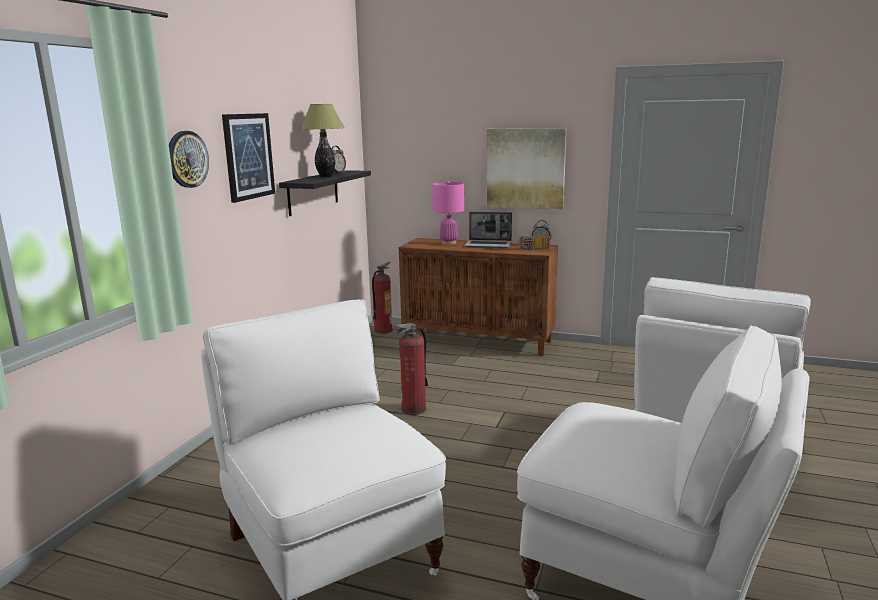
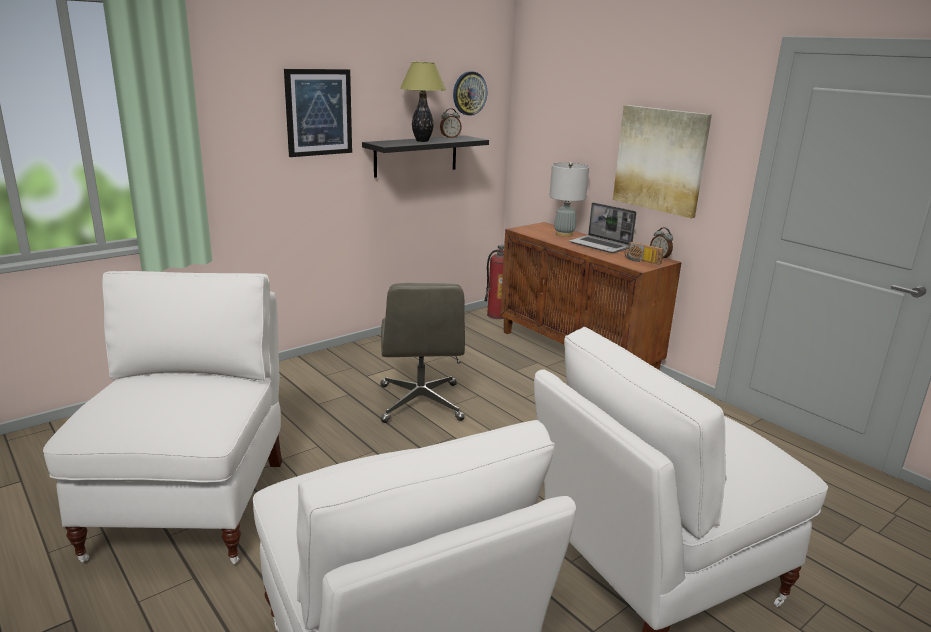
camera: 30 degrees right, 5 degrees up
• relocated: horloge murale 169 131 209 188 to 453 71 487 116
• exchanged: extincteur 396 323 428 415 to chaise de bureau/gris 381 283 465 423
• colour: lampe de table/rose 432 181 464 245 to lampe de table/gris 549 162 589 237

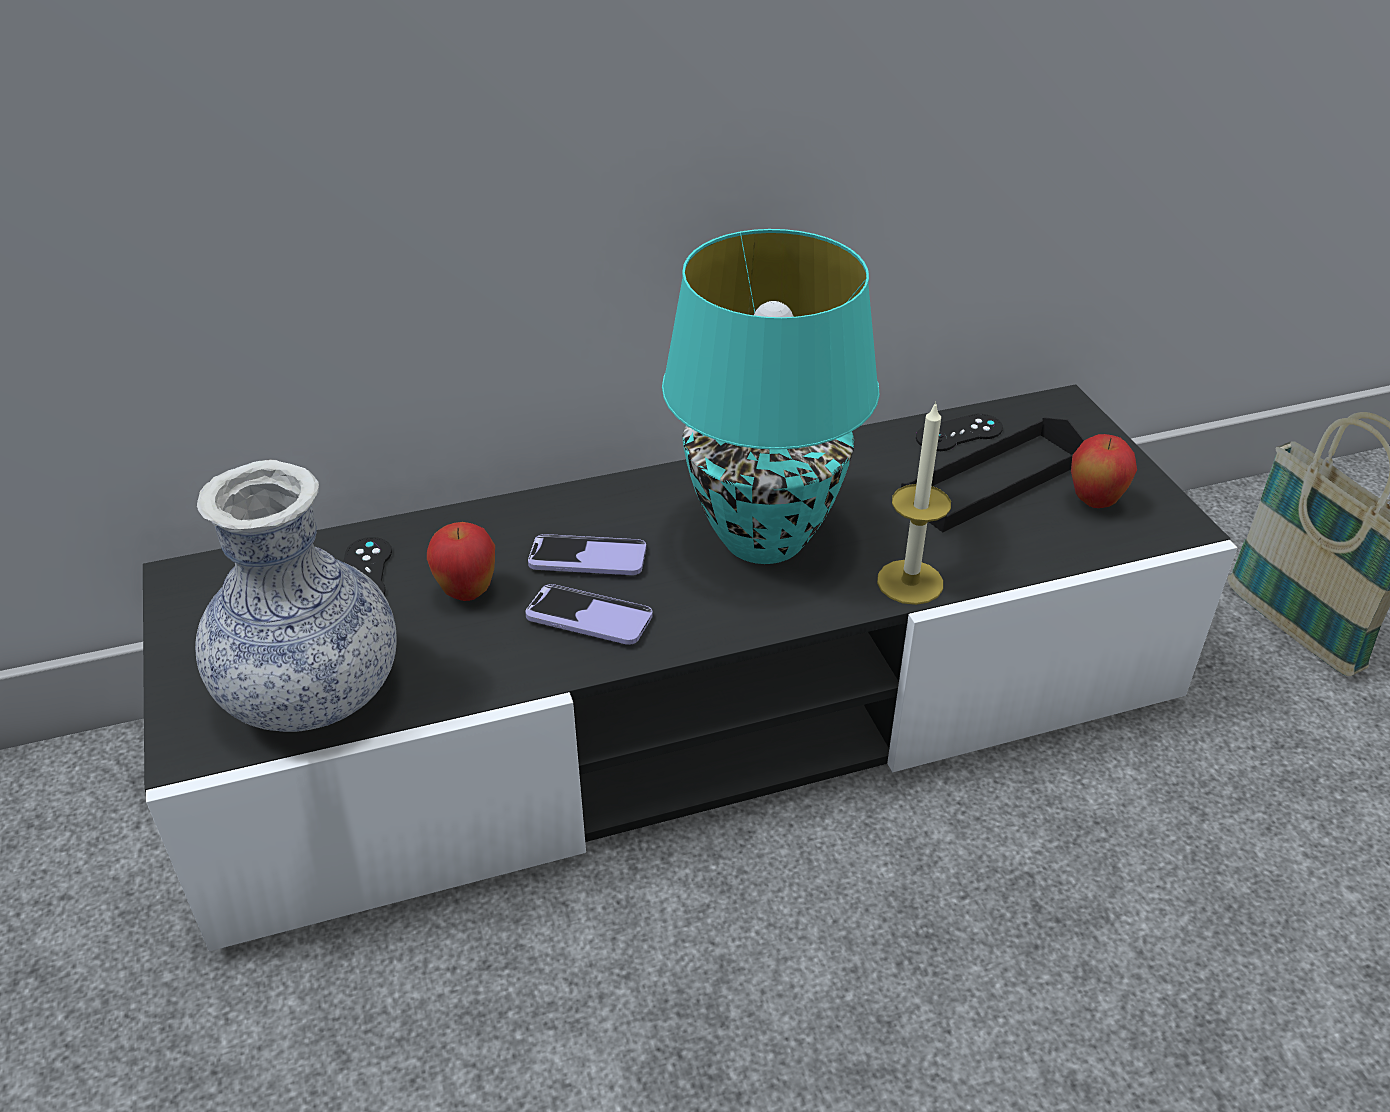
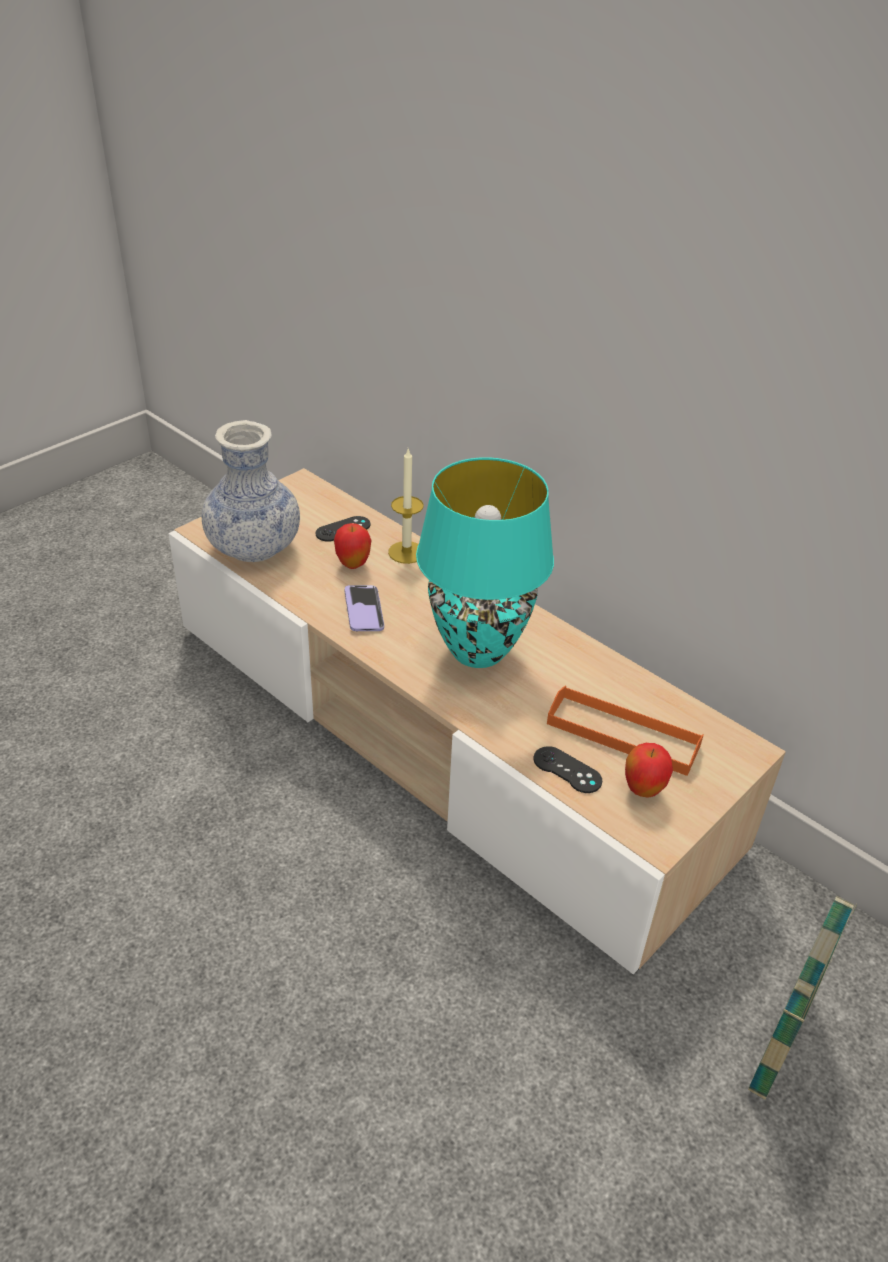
camera: 60 degrees right, 0 degrees up
• missing: téléphone 528 534 646 575
• relocated: bougie 877 401 951 605 to 388 449 424 564
• relocated: manette/noir 916 414 1003 451 to 534 746 602 793
• colour: meuble télé/noir 143 384 1237 951 to meuble télé/beige 168 468 786 974
• colour: plateau/noir 901 417 1084 533 to plateau/orange 547 686 703 776

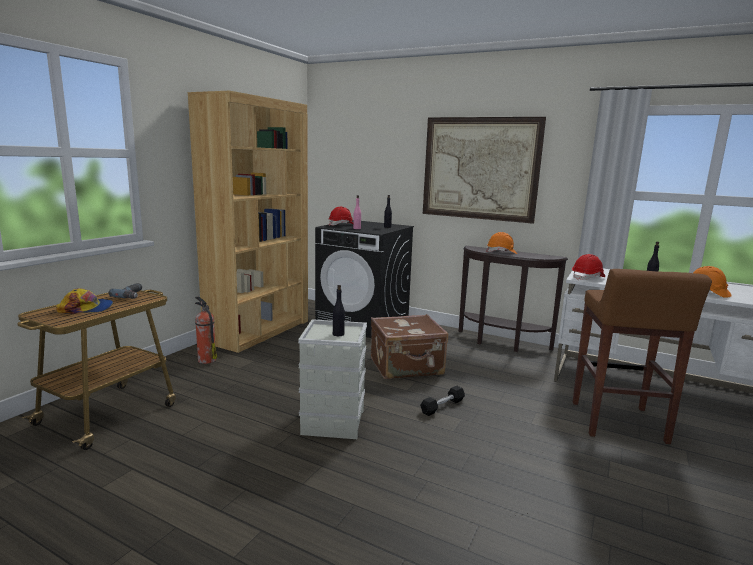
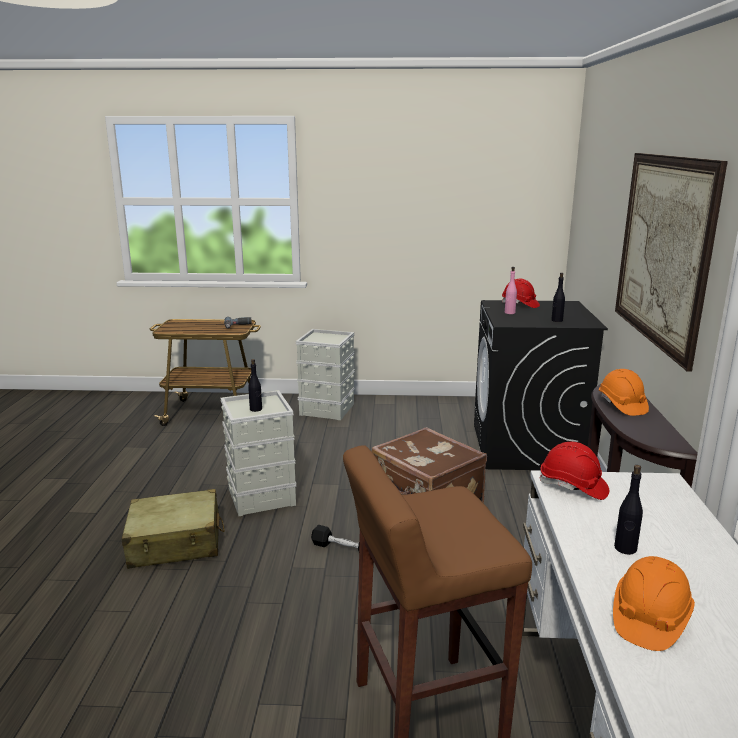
camera: 65 degrees right, 5 degrees up
• missing: casquette 56 288 113 314
• missing: bibliothèque/marron 188 91 308 353
• appeared: valise/beige 122 489 225 569
• exchanged: extincteur 195 296 217 364 to boîte de rangement/gris 295 329 355 420

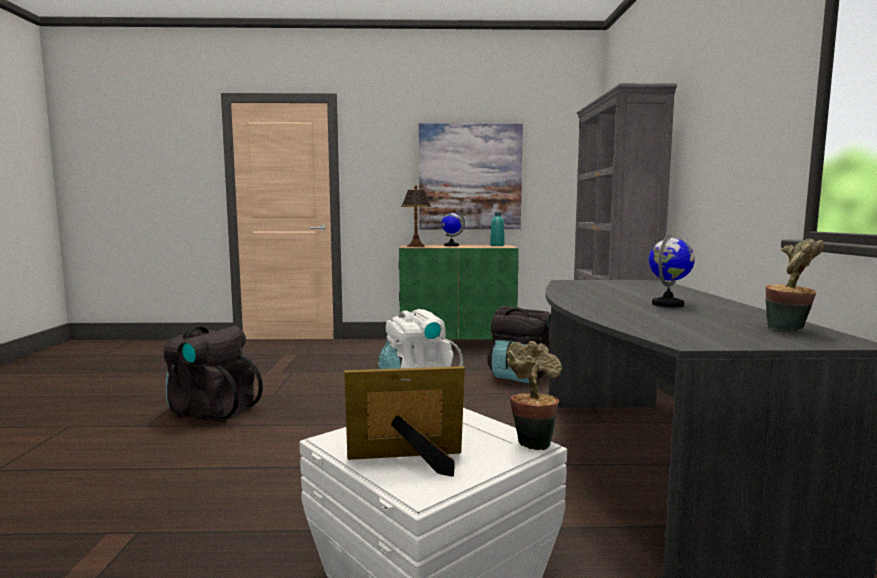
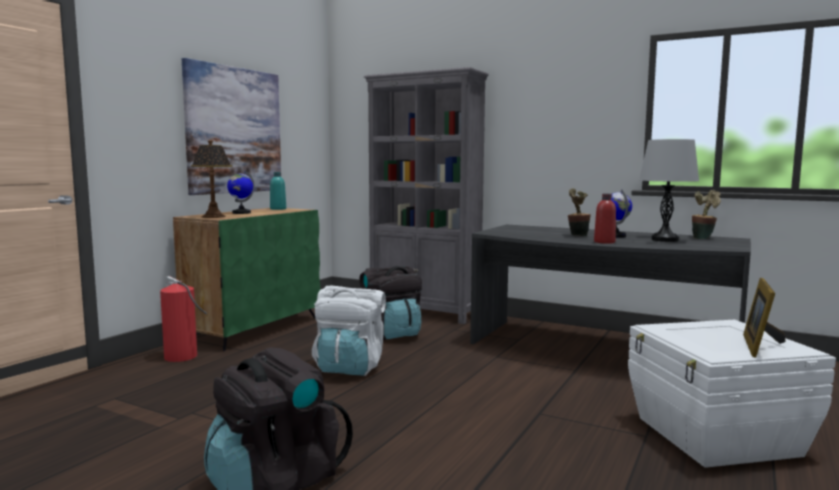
camera: 60 degrees left, 0 degrees up
• appeared: extincteur 160 276 207 362
• appeared: bouteille/rouge 594 194 616 244
• appeared: lampe de table/gris 639 139 699 242
• relocated: plante en pot 506 341 562 450 to 568 188 591 236

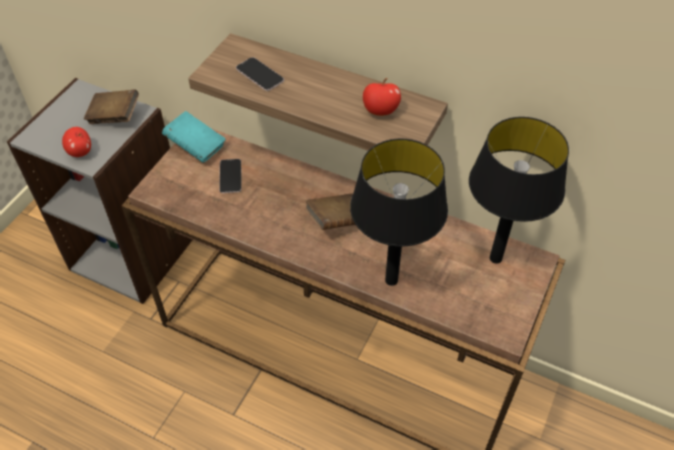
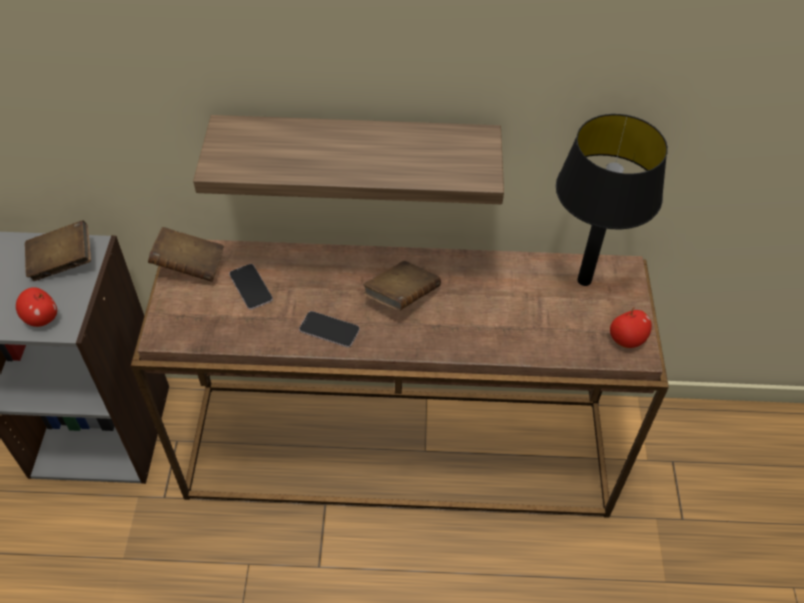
camera: 25 degrees left, 0 degrees up
• missing: lampe de table/noir 350 139 448 286
• relocated: téléphone 236 57 284 91 to 299 311 360 347
• relocated: pomme 363 78 401 116 to 610 307 652 348
• colour: livre/turquoise 162 111 226 163 to livre/marron 148 227 224 282

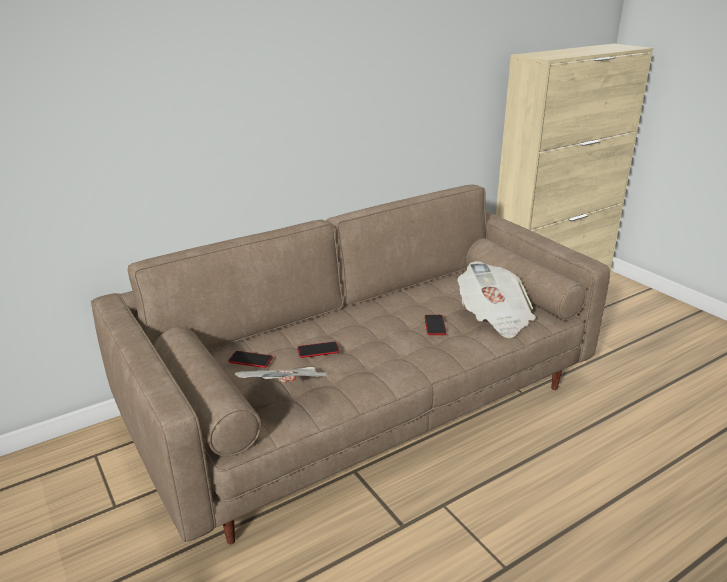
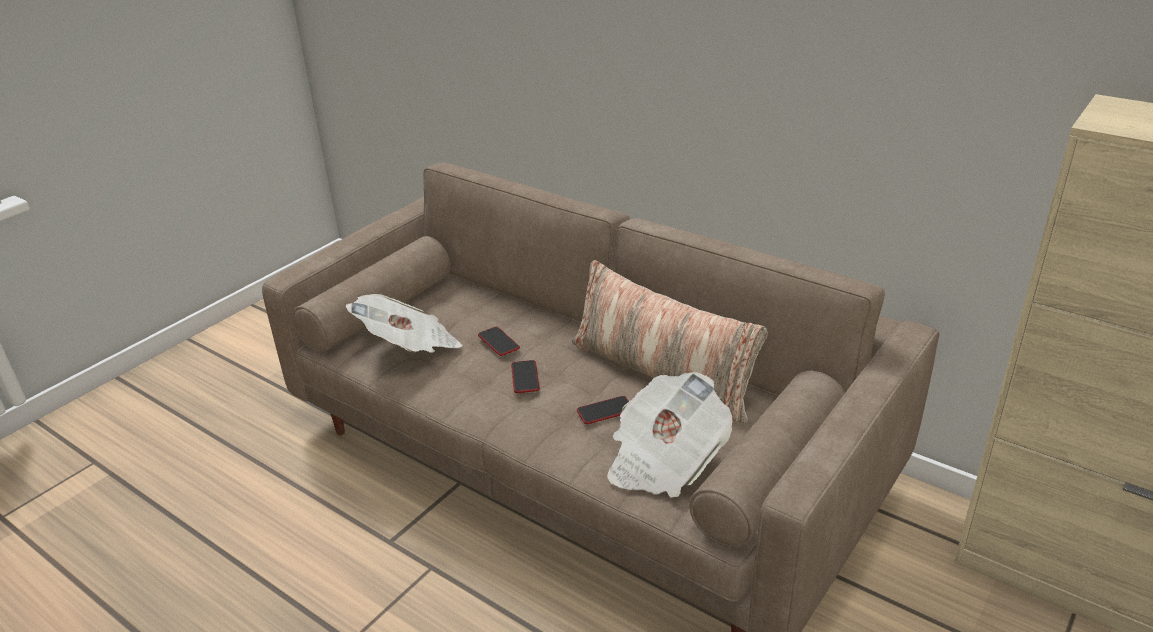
camera: 70 degrees right, 5 degrees up
• appeared: coussin 572 260 768 424
• relocated: téléphone 228 351 273 368 to 511 360 539 393

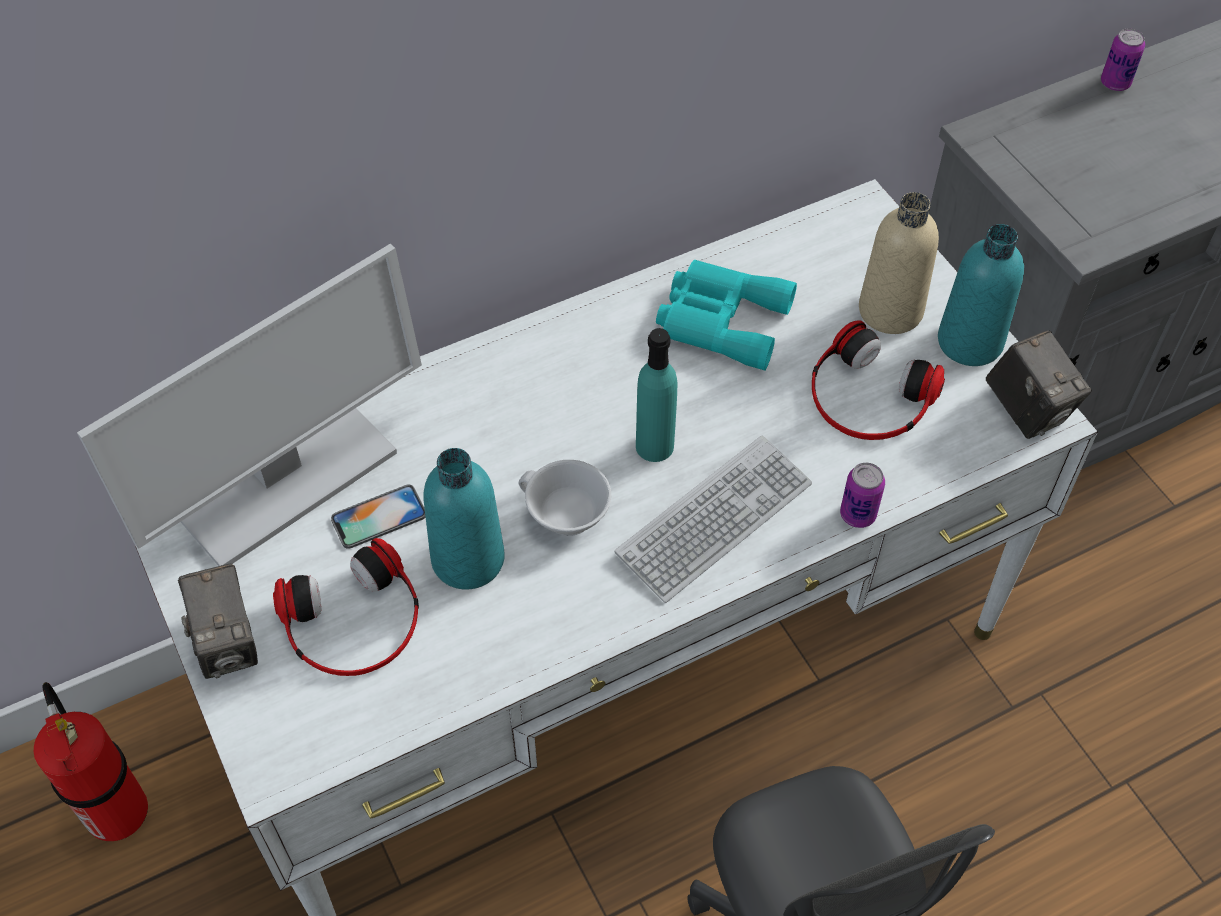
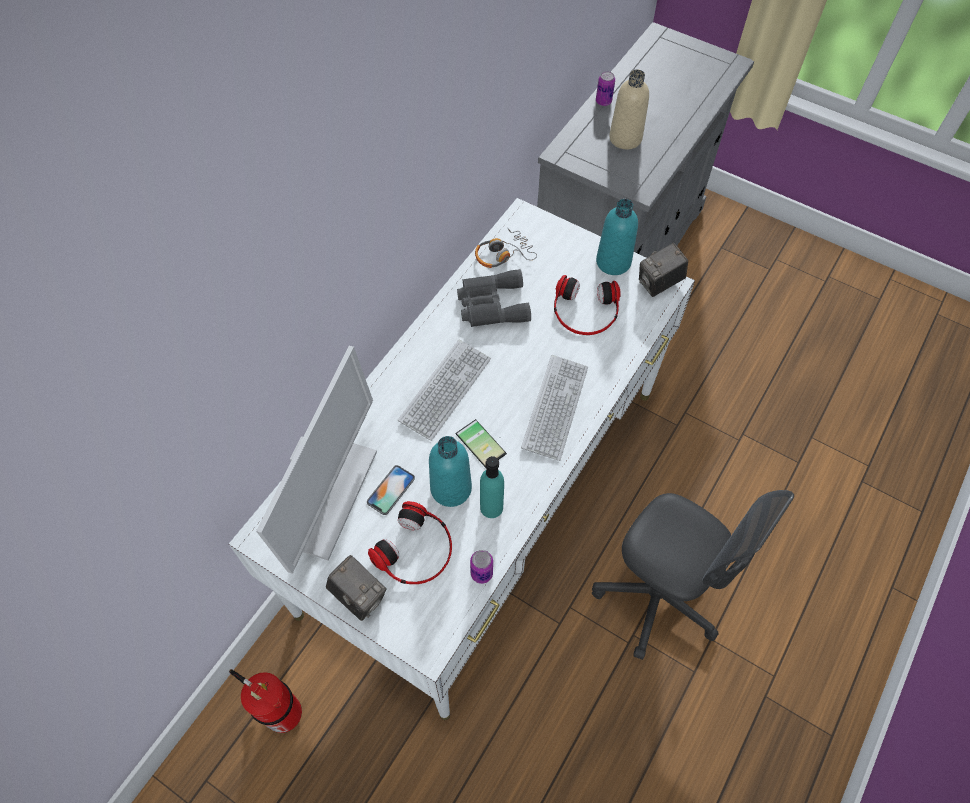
camera: 30 degrees left, 5 degrees up
• appeared: clavier 398 340 491 441
• appeared: casque audio 475 228 537 268
• relocated: bouteille/turquoise 636 328 677 462 to 480 456 504 518
• relocated: boîte métallique 840 463 885 528 to 470 550 493 584
• relocated: bouteille/beige 859 192 939 334 to 609 69 649 149
• exchanged: tasse/blanc 518 460 611 536 to téléphone 456 419 507 469
• colour: jumelles/turquoise 656 259 797 370 to jumelles/gris 457 269 531 327
• spun: appareil photo 985 330 1092 439 = 639 243 688 297 120 degrees clockwise

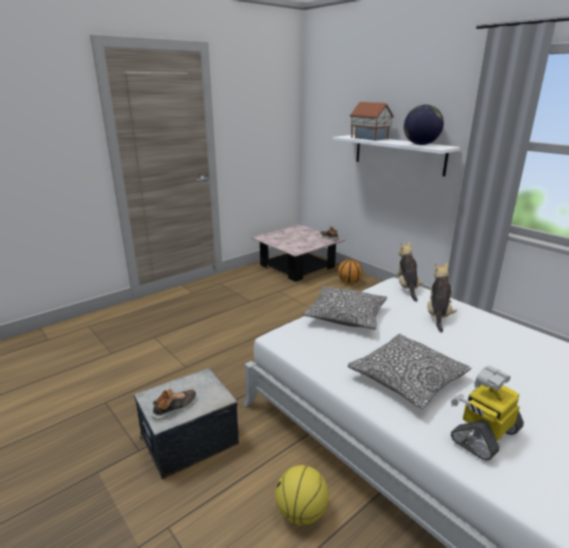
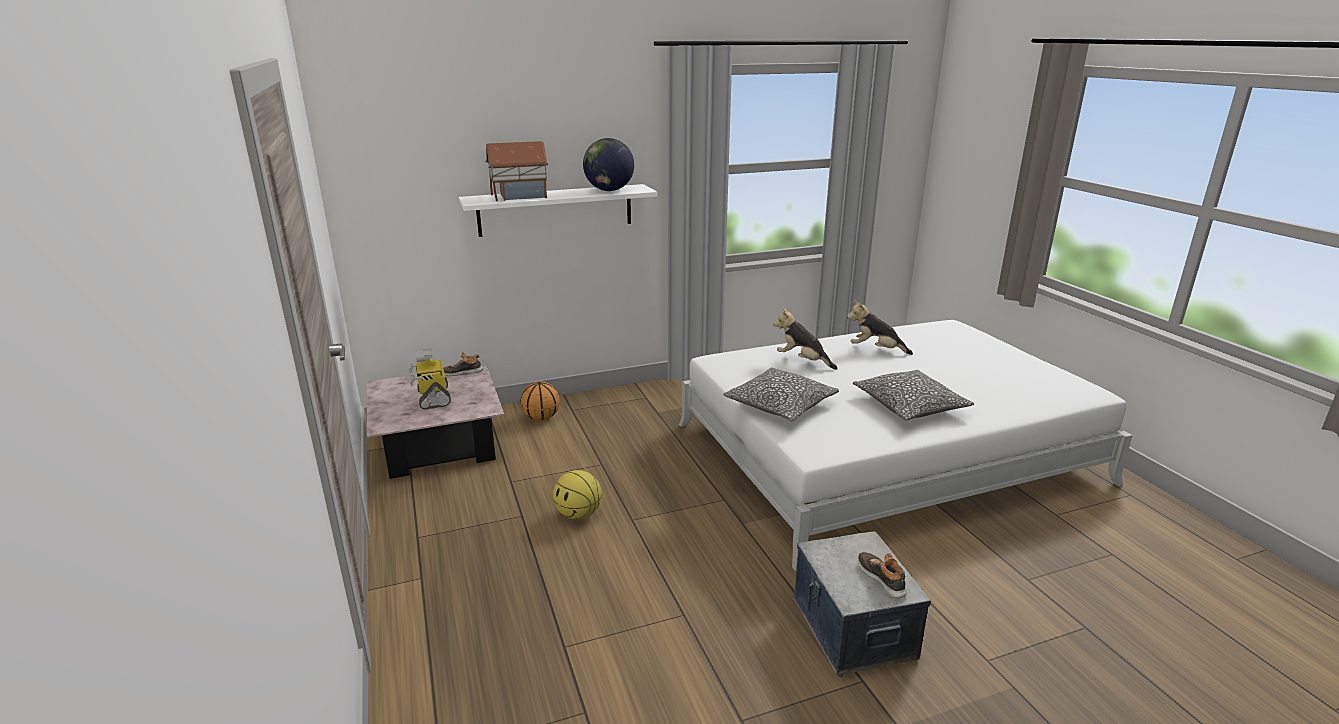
camera: 70 degrees left, 0 degrees up
• relocated: ballon de basket 275 465 329 526 to 553 470 602 519
• relocated: peluche 397 242 424 302 to 847 300 913 355
• relocated: robot jouet 451 365 524 461 to 408 348 451 410

